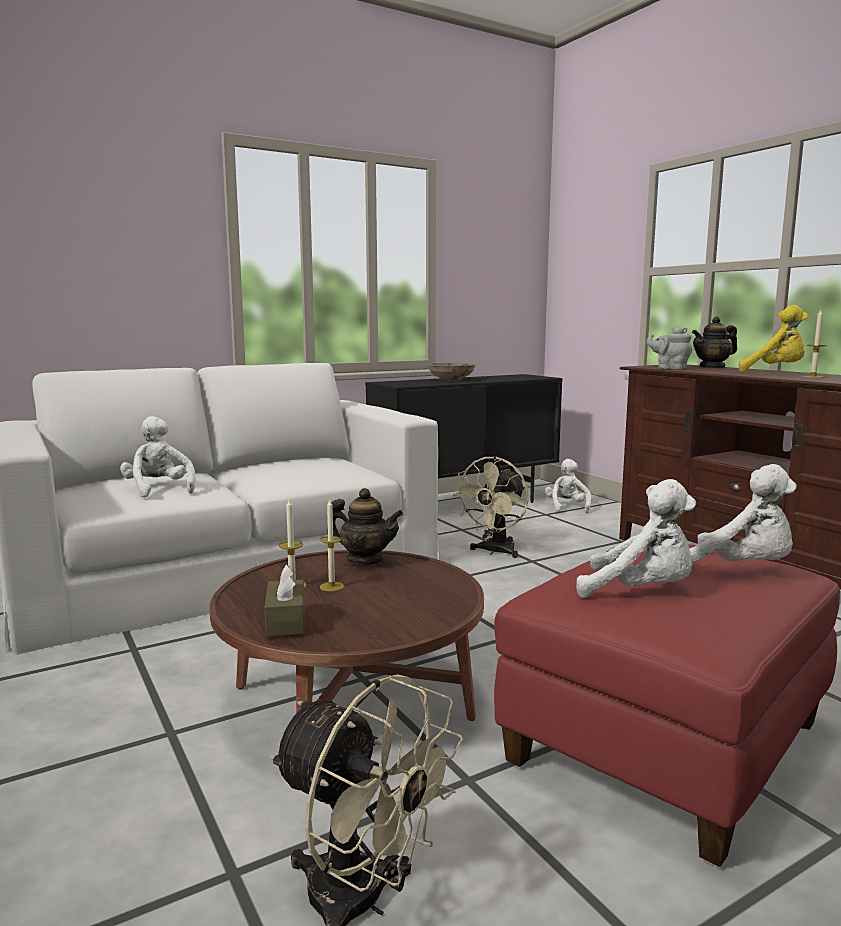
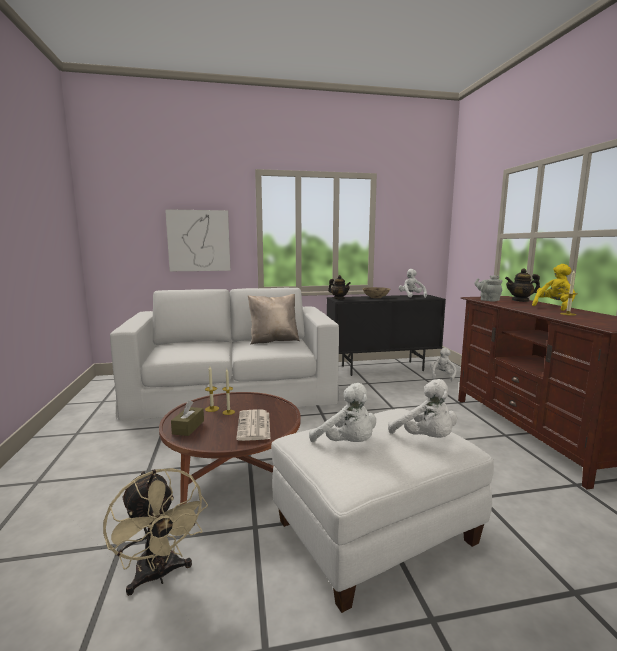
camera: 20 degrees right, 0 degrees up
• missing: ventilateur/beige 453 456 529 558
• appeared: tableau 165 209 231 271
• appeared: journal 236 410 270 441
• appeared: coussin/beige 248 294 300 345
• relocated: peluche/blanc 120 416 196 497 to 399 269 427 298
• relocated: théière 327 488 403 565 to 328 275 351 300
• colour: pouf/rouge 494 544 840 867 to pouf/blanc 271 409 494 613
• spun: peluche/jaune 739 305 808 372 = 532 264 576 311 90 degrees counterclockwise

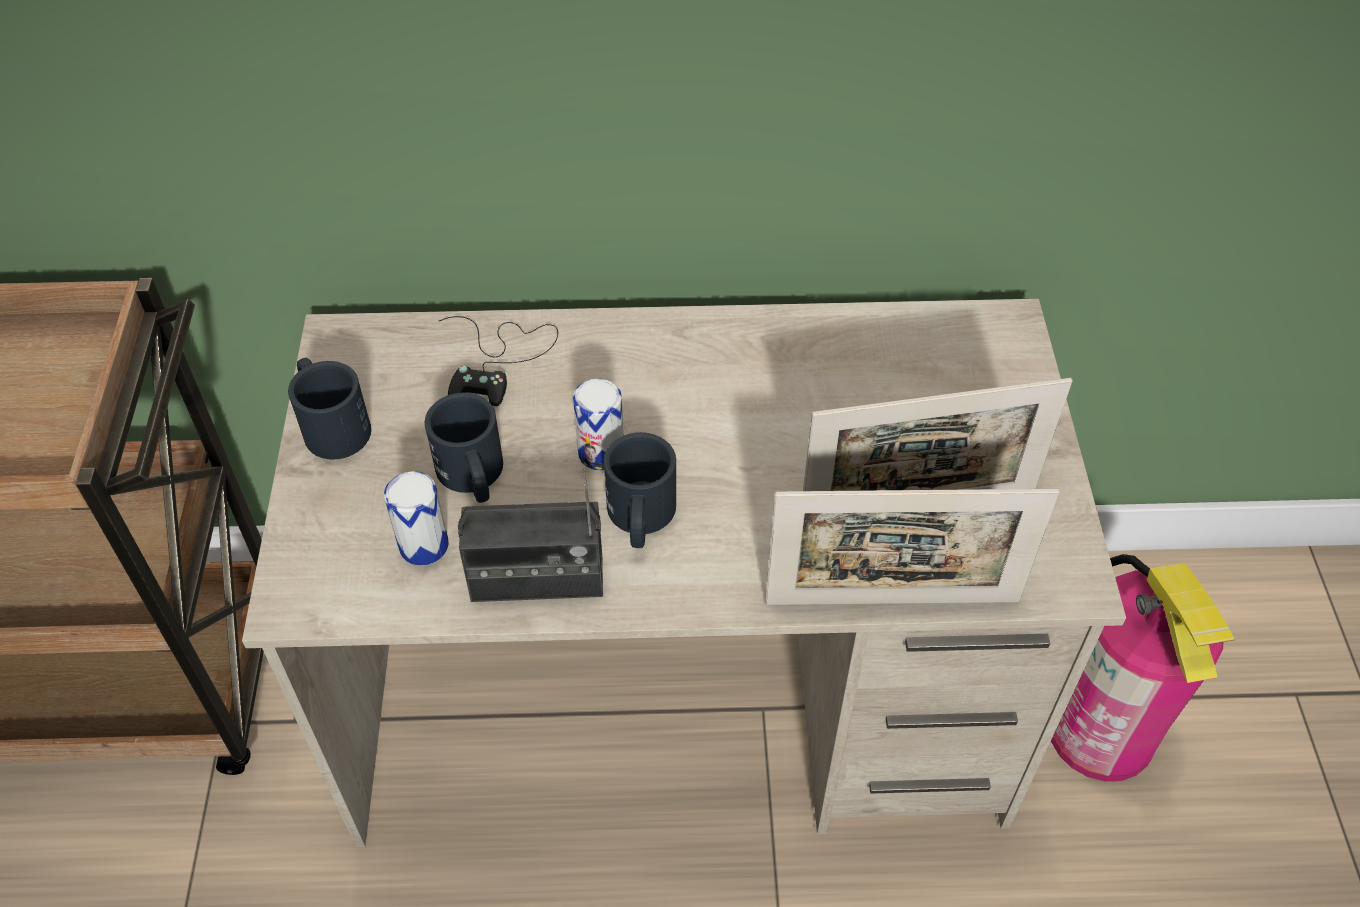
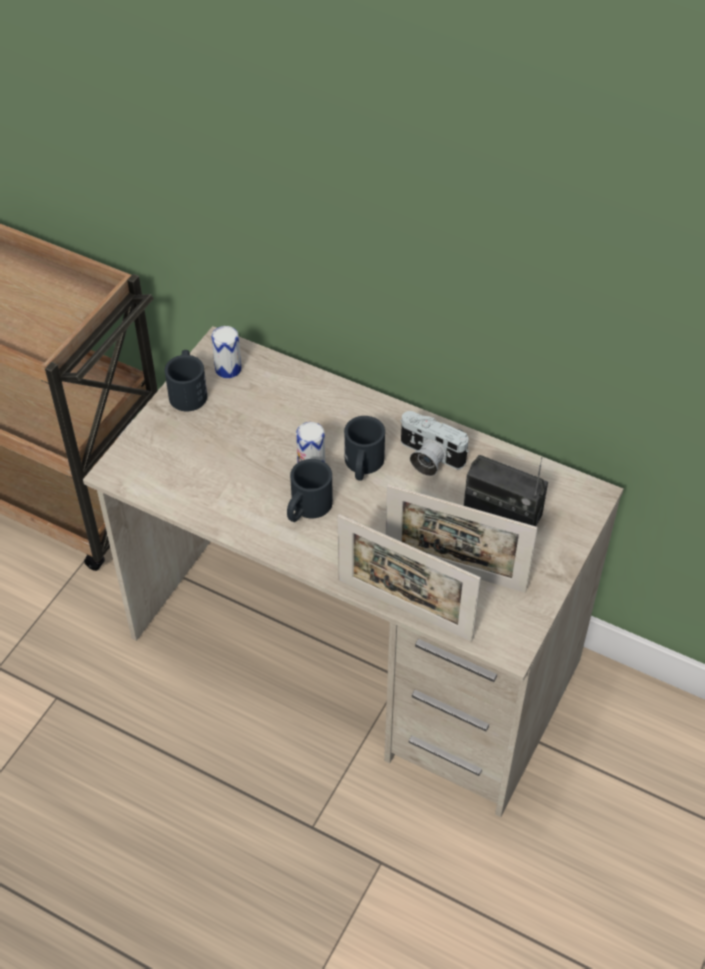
camera: 30 degrees right, 0 degrees up
• missing: manette/noir 439 316 558 407
• missing: extincteur 1051 554 1235 781
• appeared: appareil photo 400 411 469 476
• relocated: boîte métallique 384 471 449 566 to 211 326 241 378
• relocated: mug/noir 425 393 503 503 to 344 416 385 481
• relocated: radio 458 468 603 602 to 464 455 548 526

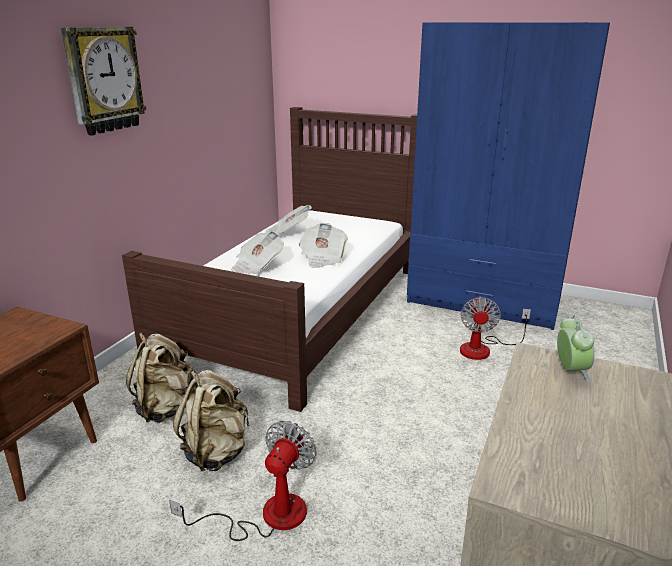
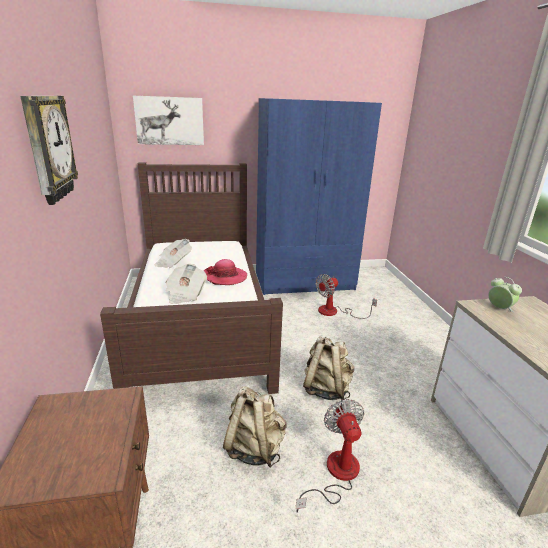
camera: 35 degrees left, 0 degrees up
• appeared: tableau 133 96 204 145
• relocated: sac à dos/beige 126 332 194 423 to 303 336 354 400
• exchanged: journal 299 223 348 268 to chapeau 203 259 247 285
• spun: ventilateur 460 296 531 360 = 316 274 377 319 75 degrees clockwise

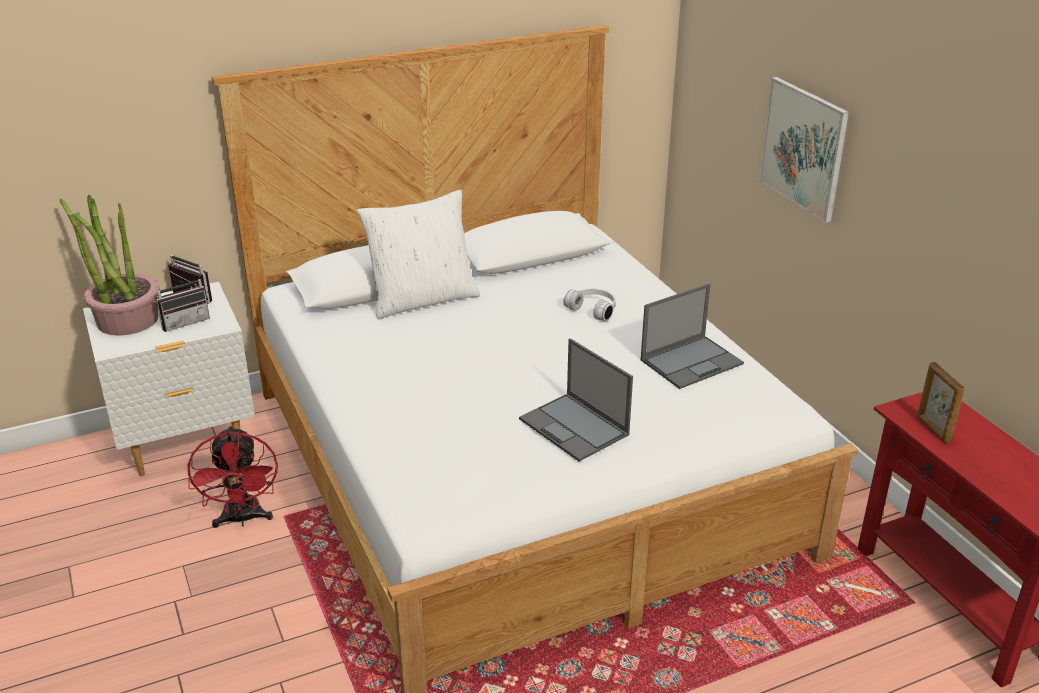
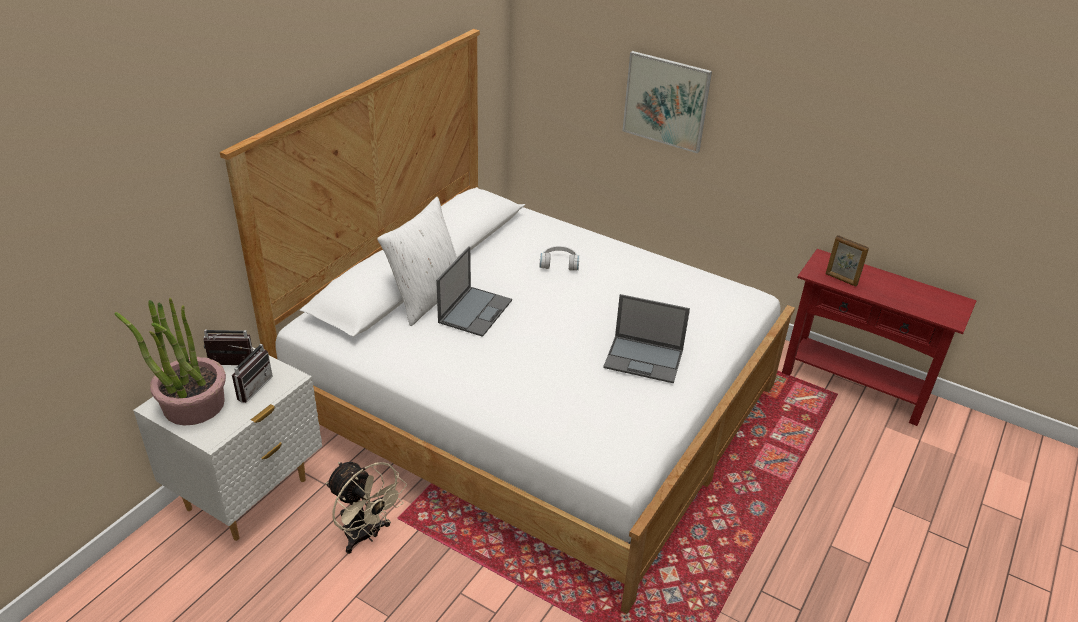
camera: 35 degrees left, 5 degrees up
• relocated: ordinateur portable 641 284 744 389 to 436 246 512 337
• colour: ventilateur/rouge 188 426 278 528 to ventilateur/beige 326 462 407 554

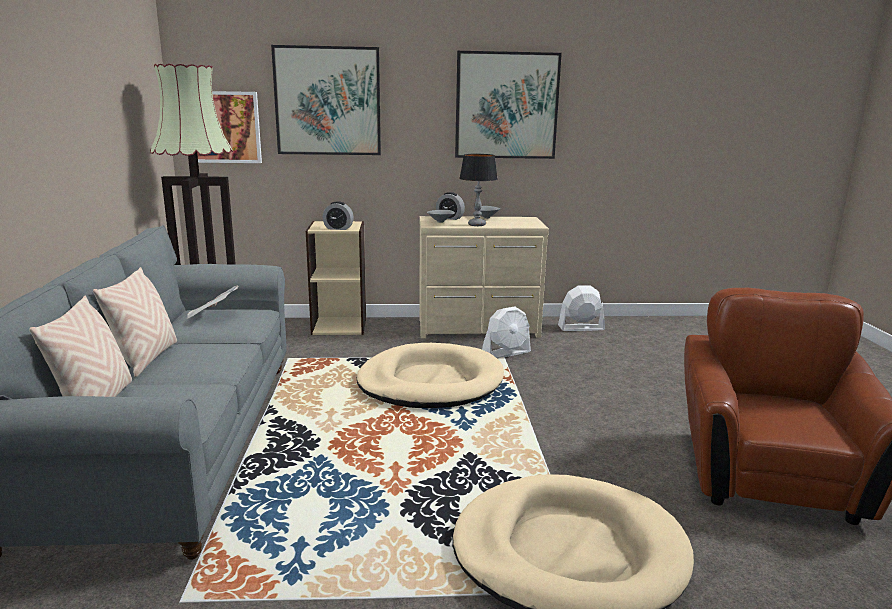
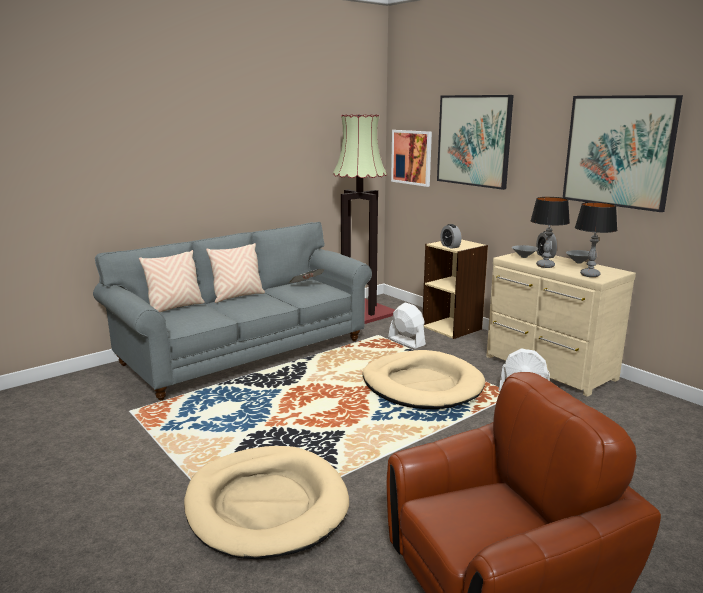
camera: 55 degrees right, 0 degrees up
• appeared: lampe de table 575 202 617 277
• relocated: ventilateur/blanc 558 285 605 331 to 388 303 426 349

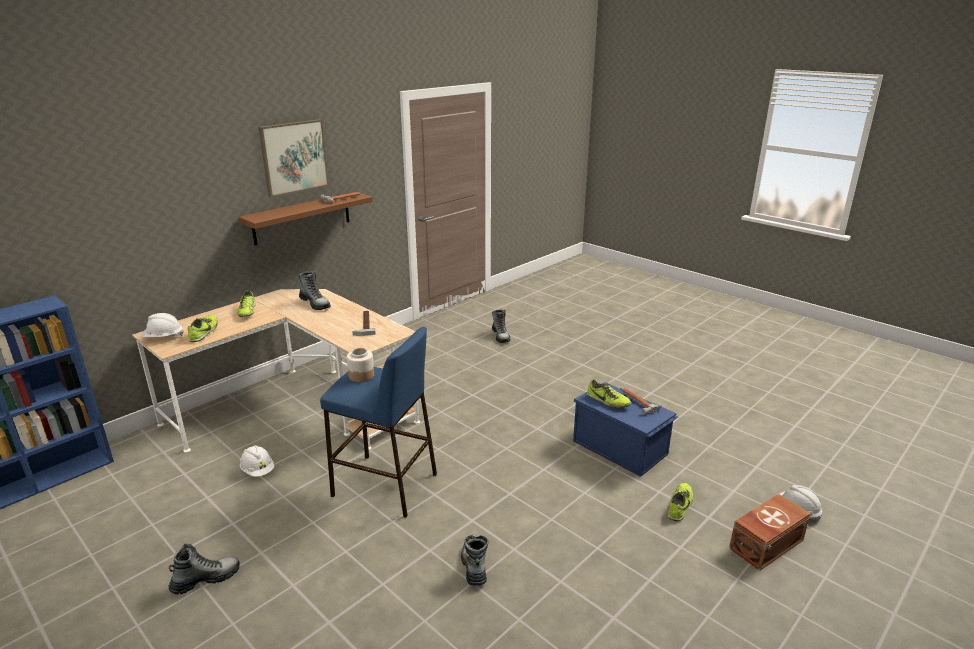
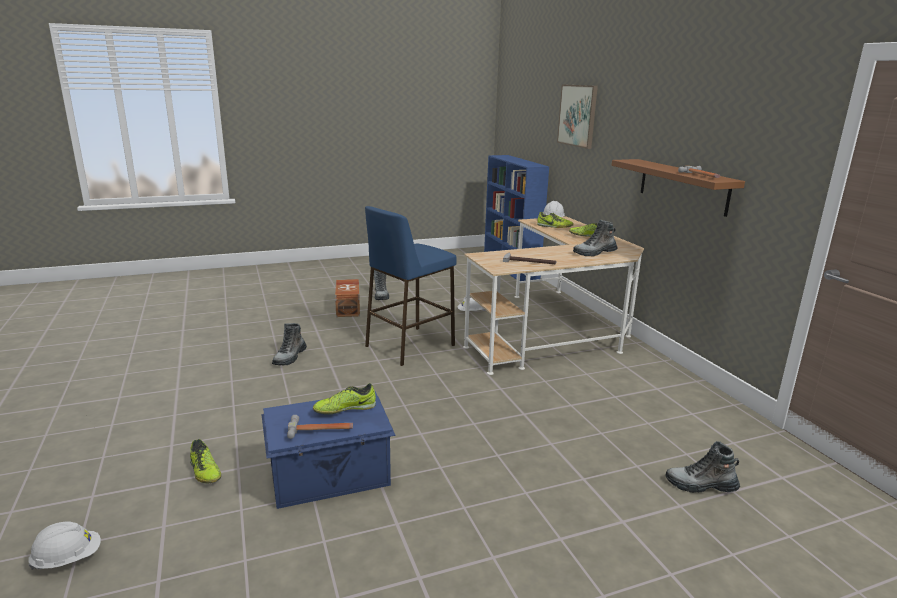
camera: 115 degrees right, 5 degrees down
• missing: bocal 347 348 374 382
• relocated: tableau 258 119 329 197 to 557 84 598 149
• relocated: boîte de rangement/marron 729 494 811 570 to 335 279 360 317
• spun: botte 461 535 489 585 = 272 323 307 366 90 degrees clockwise

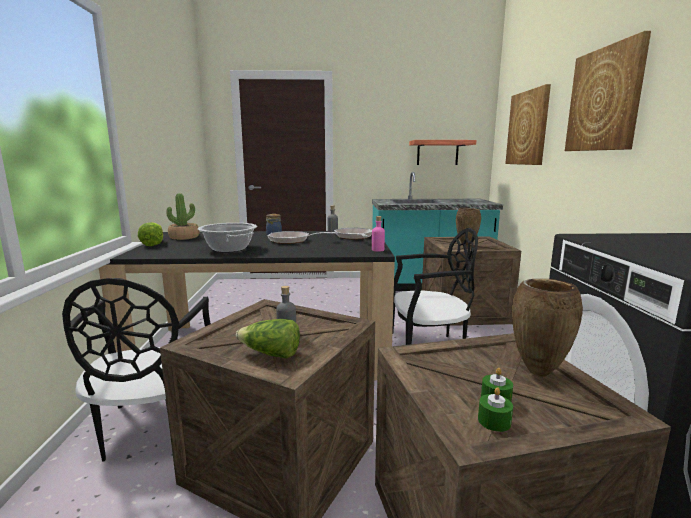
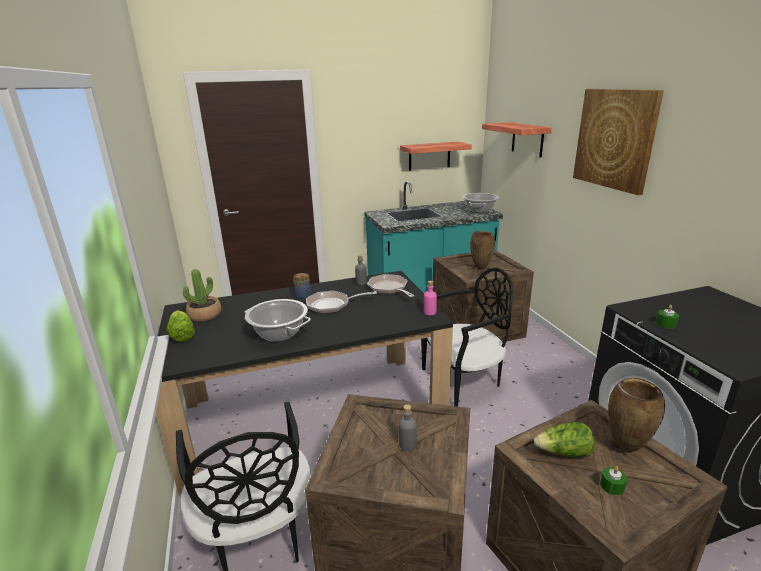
camera: 15 degrees left, 10 degrees up
• appeared: marmite 462 193 499 213
• relocated: laitue 236 319 300 359 to 534 422 595 457
• relocated: bougie/vert 478 387 513 432 to 656 305 679 329
• exchanged: tableau 505 84 551 165 to étagère 482 122 552 158

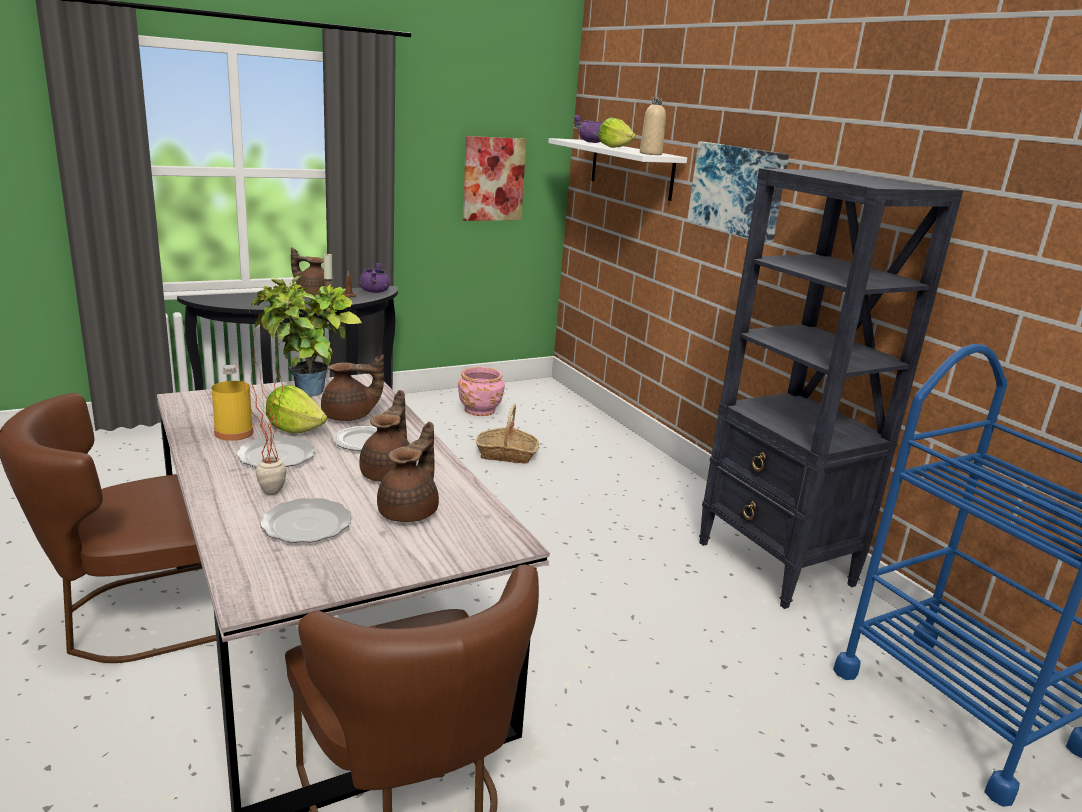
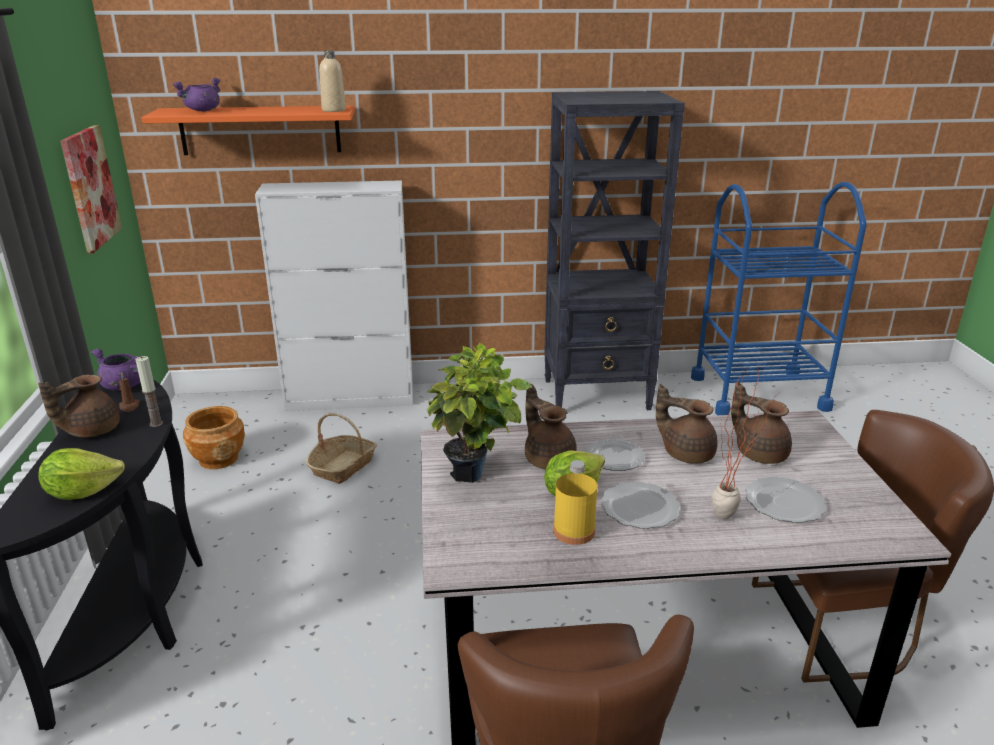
camera: 65 degrees left, 5 degrees up
• missing: tableau 687 142 789 243
• appeared: meuble de rangement/blanc 255 180 413 411
• relocated: laitue 598 118 636 148 to 38 448 125 500
• colour: cache-pot/rose 458 367 505 416 to cache-pot/marron 183 406 245 469
• colour: étagère/blanc 548 138 687 201 to étagère/orange 142 106 355 155
• spun: théière/marron 321 355 384 421 = 525 383 577 469 45 degrees counterclockwise

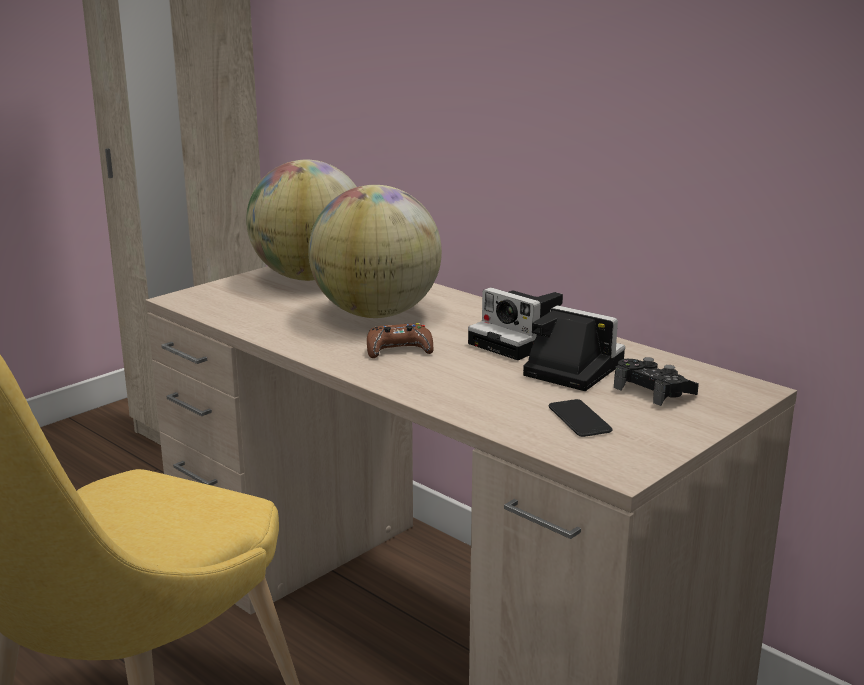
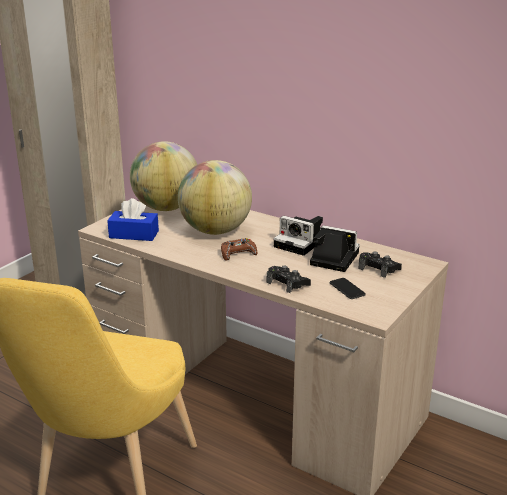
camera: 10 degrees left, 5 degrees up
• appeared: boîte à mouchoirs/bleu 107 198 159 241
• appeared: manette/noir 267 265 311 293

